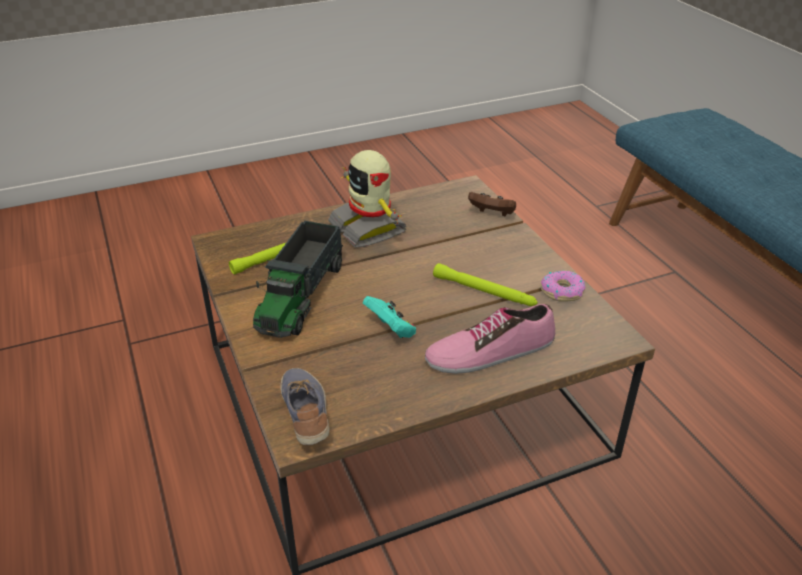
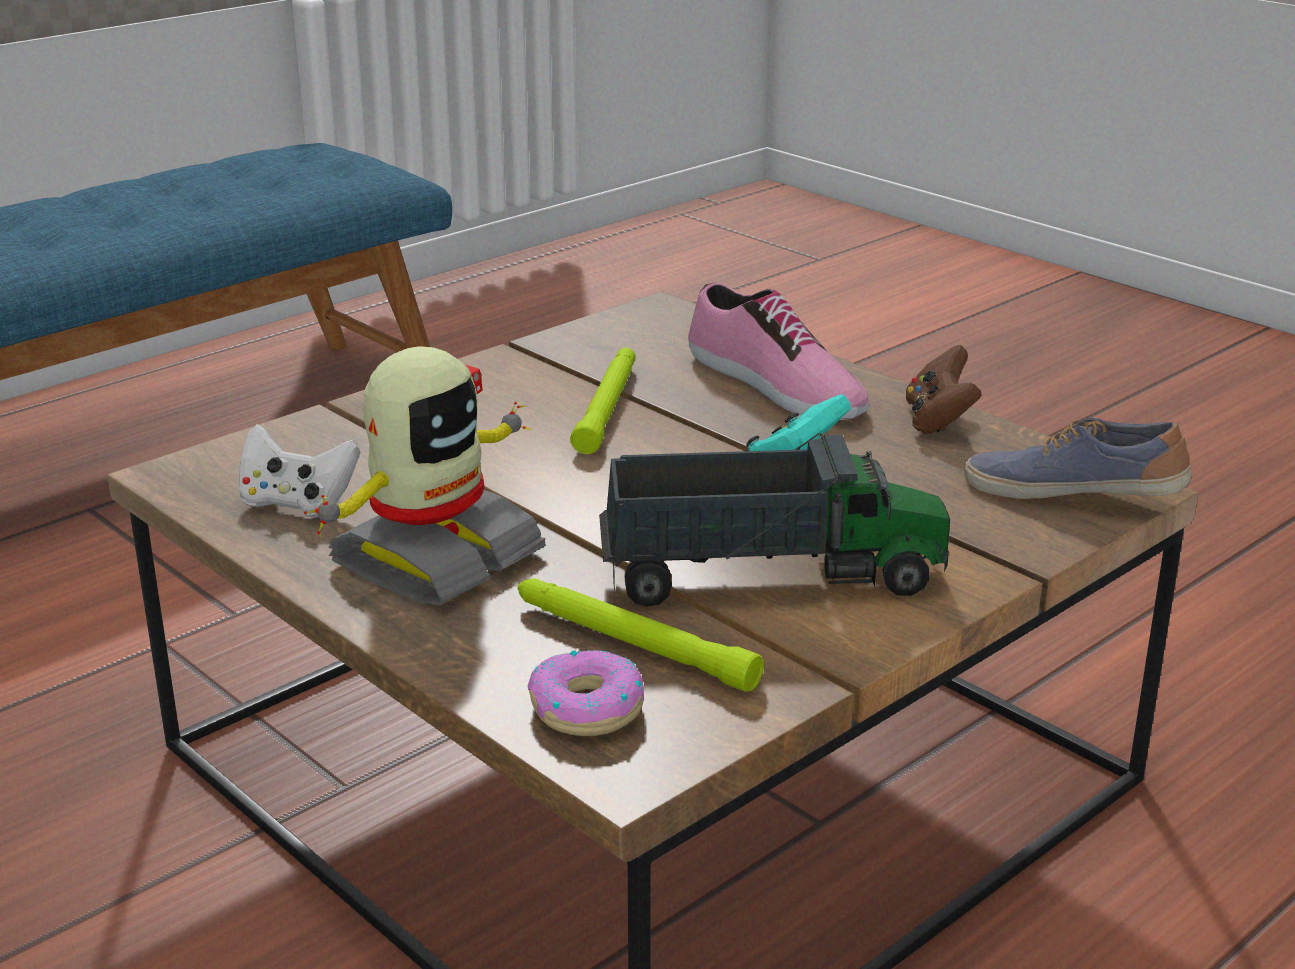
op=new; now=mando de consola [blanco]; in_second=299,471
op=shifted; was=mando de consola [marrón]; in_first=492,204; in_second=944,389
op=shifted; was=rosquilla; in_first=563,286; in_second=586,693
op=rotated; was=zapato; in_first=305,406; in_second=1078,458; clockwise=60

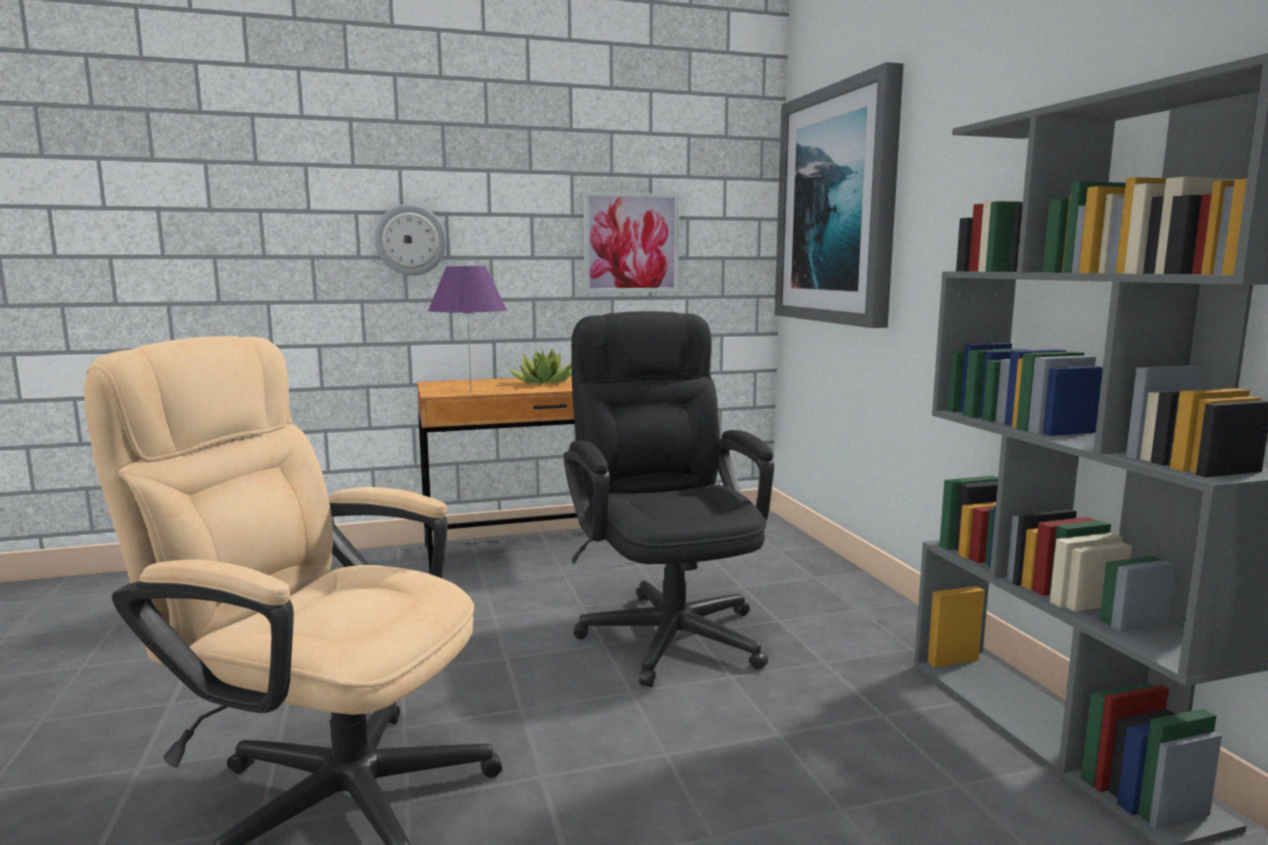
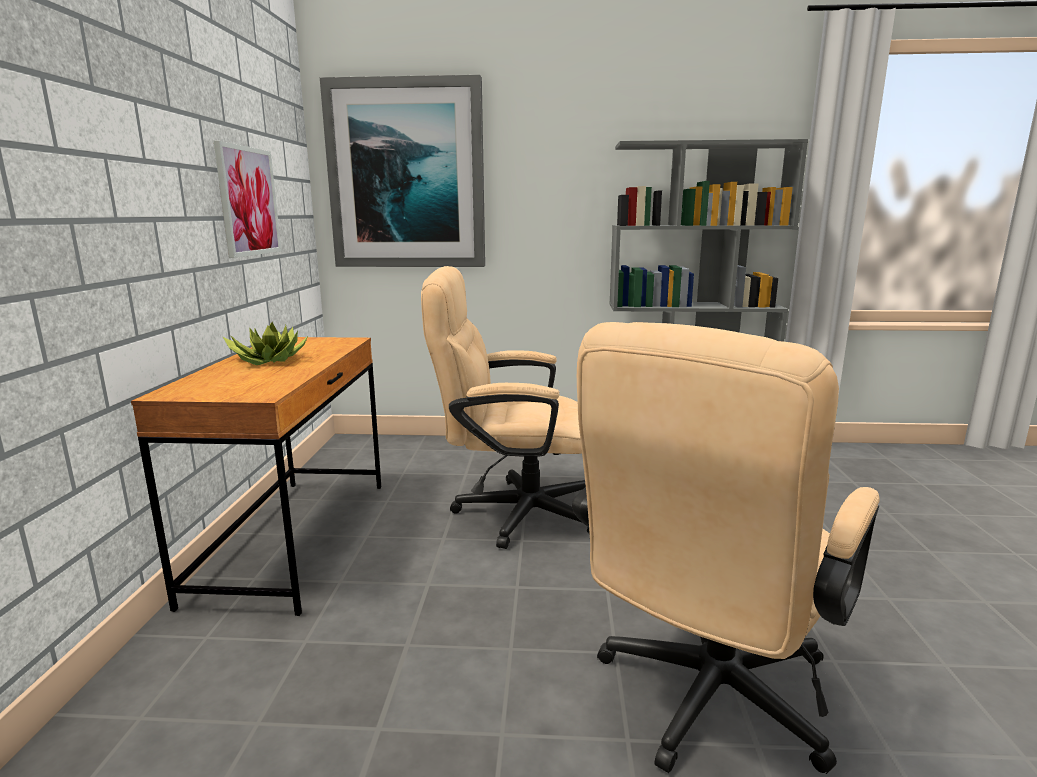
op=gone; was=reloj de pared; in_first=410,240
op=gone; was=lámpara de mesa [morado]; in_first=467,328
op=repainted; was=silla de oficina [negro]; now=silla de oficina [beis]; in_first=668,499; in_second=505,407

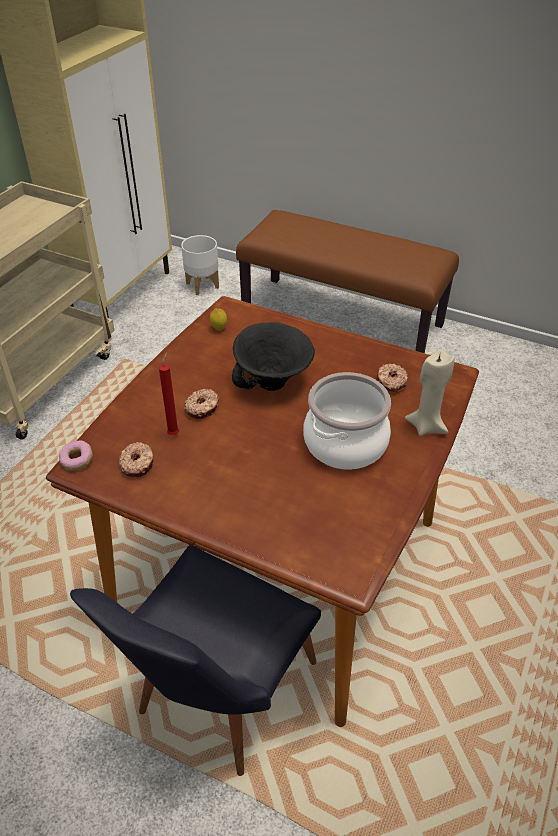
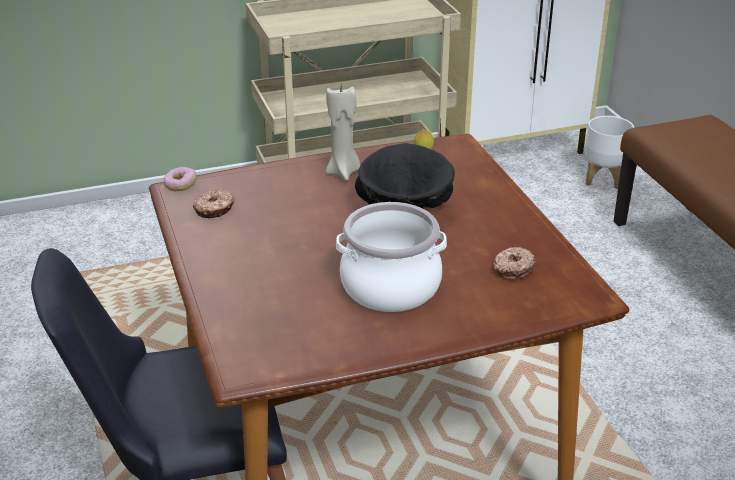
op=gone; was=vela [rojo]; in_first=169,393
op=gone; was=rosquilla; in_first=202,404
op=shifted; was=vela [beis]; in_first=430,392; in_second=343,133

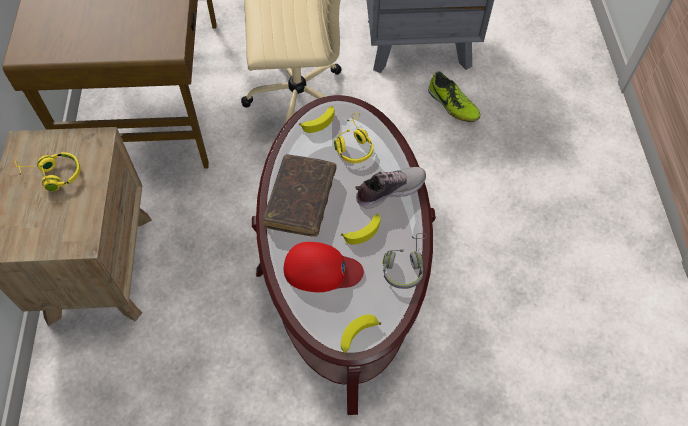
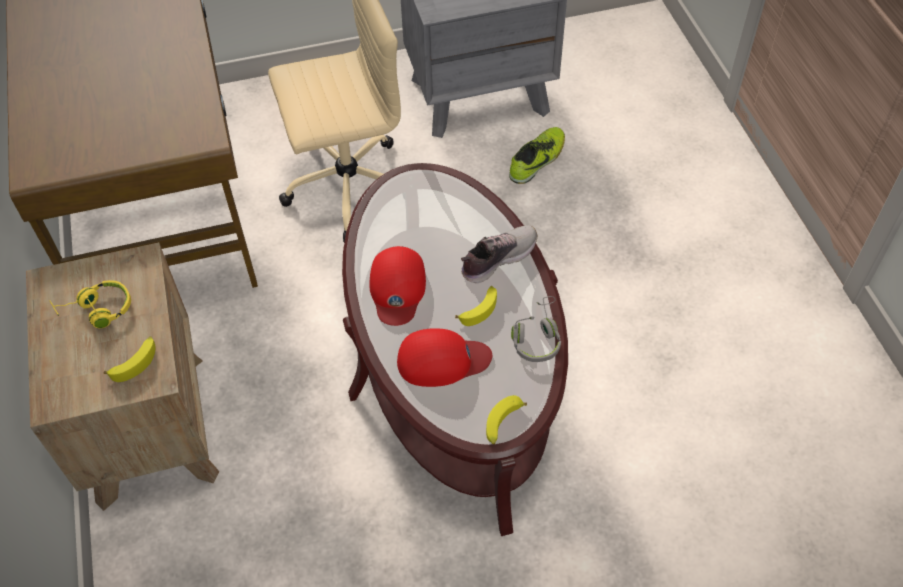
op=gone; was=auriculares [amarillo]; in_first=353,138
op=shifted; was=plátano; in_first=317,119; in_second=130,359
op=swapped; was=libro [marrón]; now=gorra [rojo]; in_first=299,195; in_second=397,286
op=rotated; was=zapato; in_first=454,96; in_second=537,155; clockwise=-90

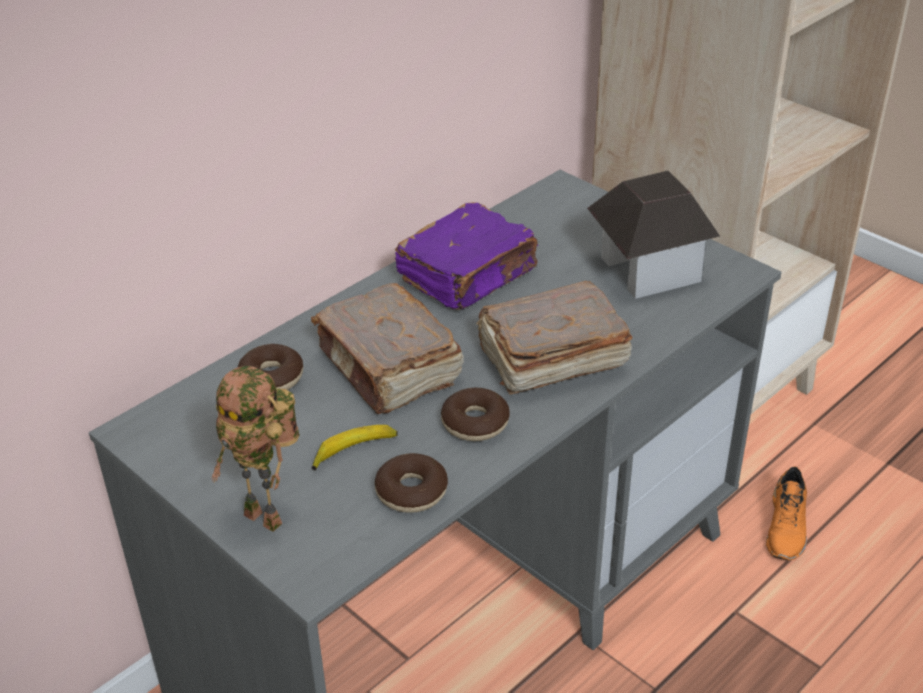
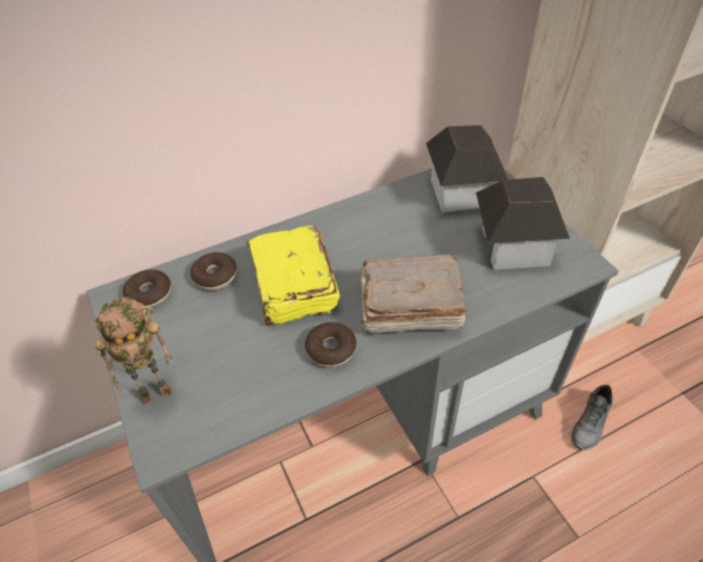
op=gone; was=plátano; in_first=355,447
op=gone; was=libro [morado]; in_first=466,256
op=new; now=casita; in_second=467,169
op=shifted; was=rosquilla; in_first=411,483; in_second=147,288
op=repainted; was=libro [marrón]; now=libro [amarillo]; in_first=387,348; in_second=293,275
op=repainted; was=zapato [naranja]; now=zapato [gris]; in_first=786,513; in_second=591,417
op=rotated; was=robot de juguete; in_first=255,449; in_second=134,350; clockwise=-75

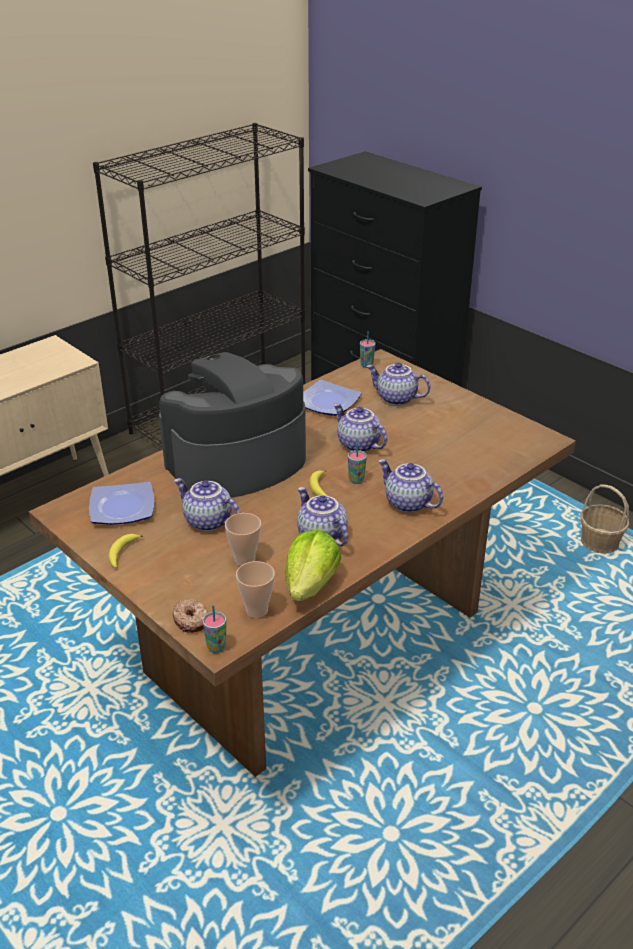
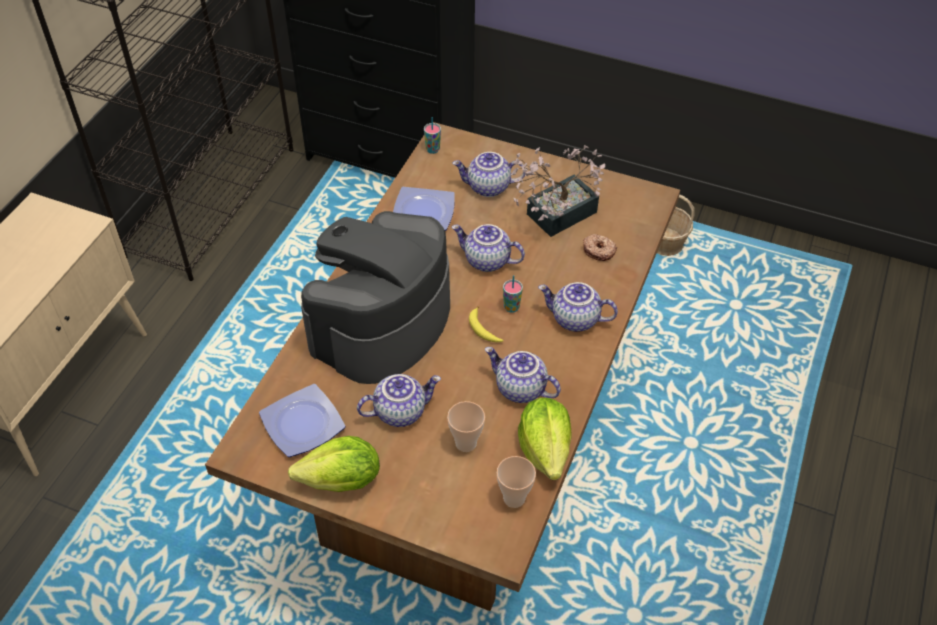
op=gone; was=taza; in_first=214,629
op=new; now=planta en maceta; in_second=557,191
op=shifted; was=rosquilla; in_first=190,616; in_second=600,247
op=swapped; was=plátano; now=lechuga; in_first=126,551; in_second=334,464
op=rotated; was=tetera; in_first=207,504; in_second=399,400; clockwise=150

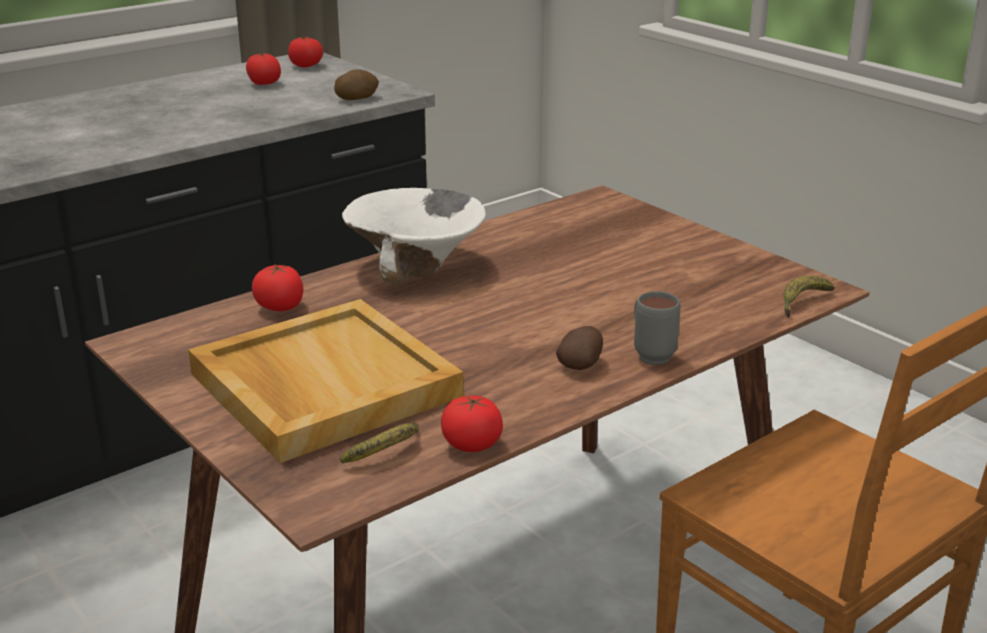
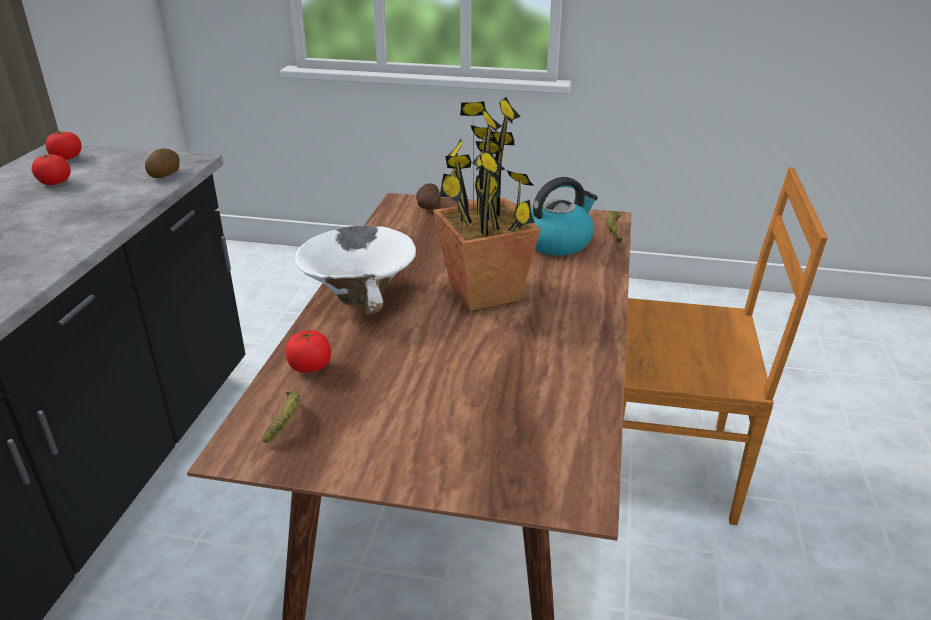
op=gone; was=bandeja [beis]; in_first=325,381
op=gone; was=tomate; in_first=472,424
op=gone; was=taza grande [gris]; in_first=657,328
op=new; now=planta en maceta; in_second=487,204
op=new; now=hervidor; in_second=564,216
op=shifted; was=plátano; in_first=379,442; in_second=281,417
op=shifted; was=patata; in_first=579,348; in_second=428,196

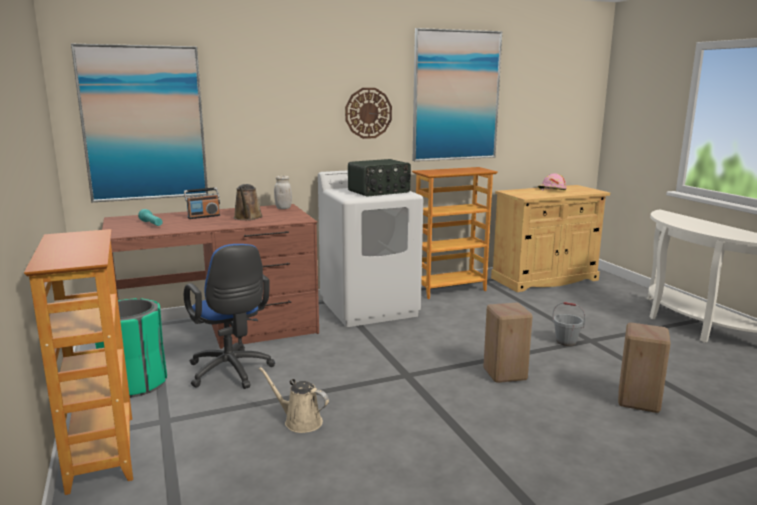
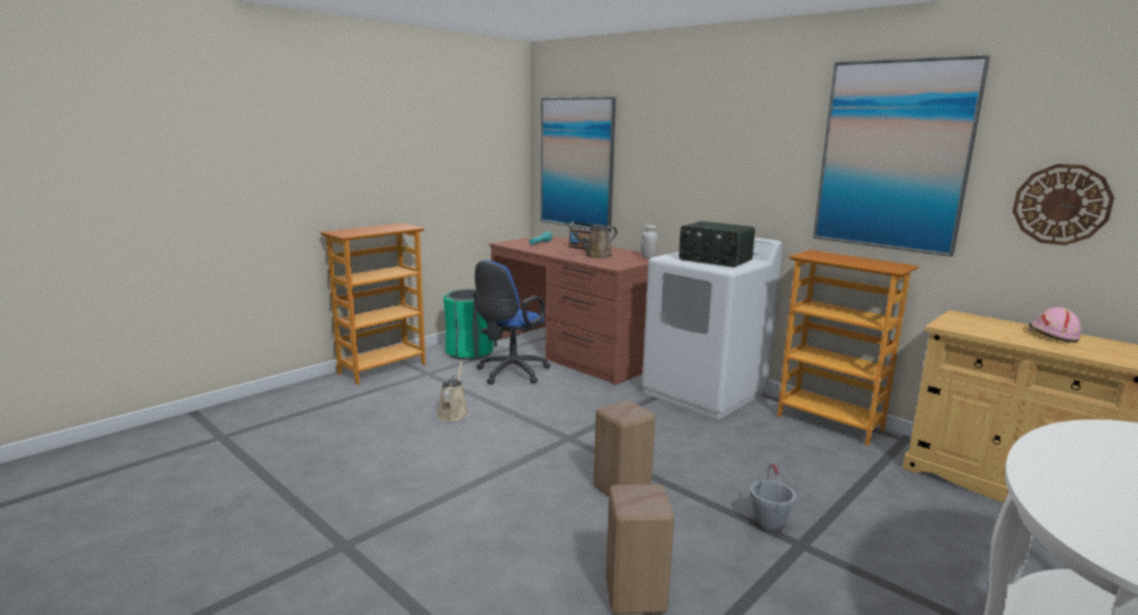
op=shifted; was=reloj de pared; in_first=368,113; in_second=1063,204

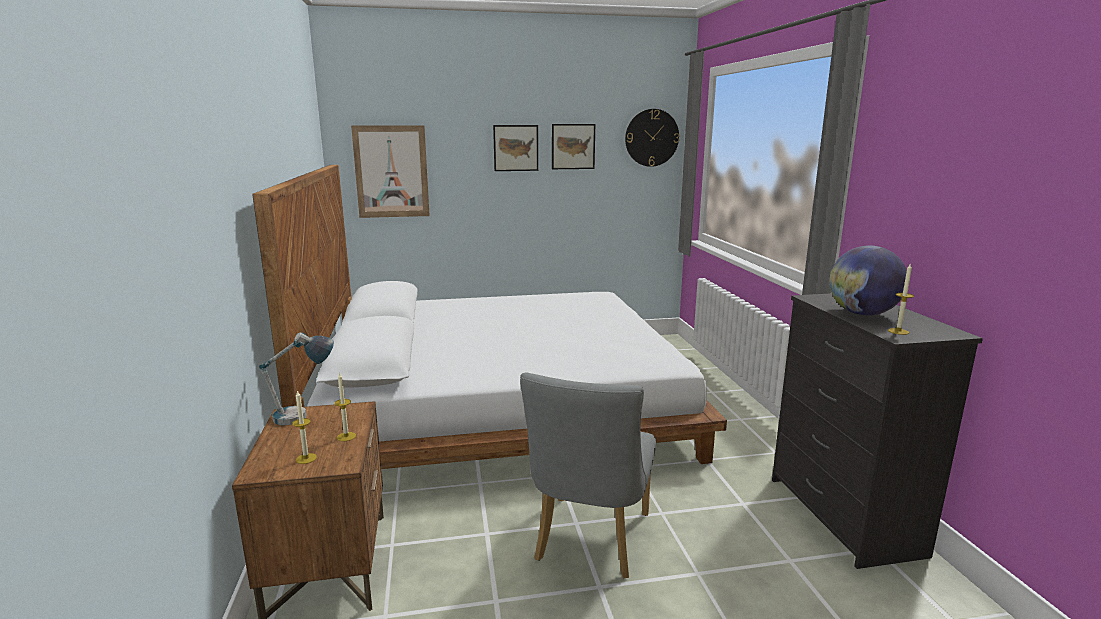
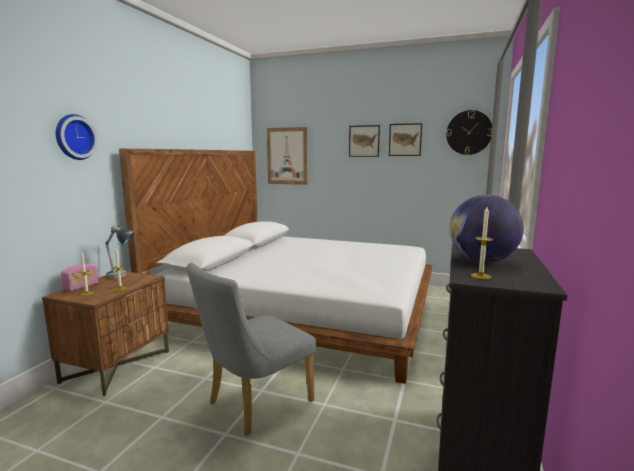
op=new; now=reloj de pared; in_second=77,137
op=new; now=radio; in_second=79,277

